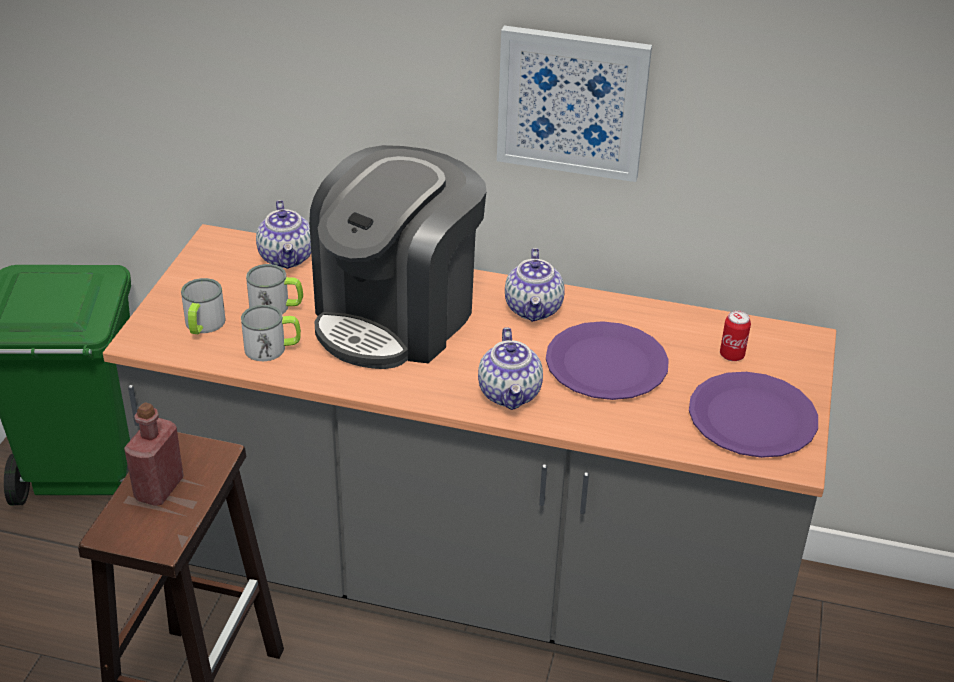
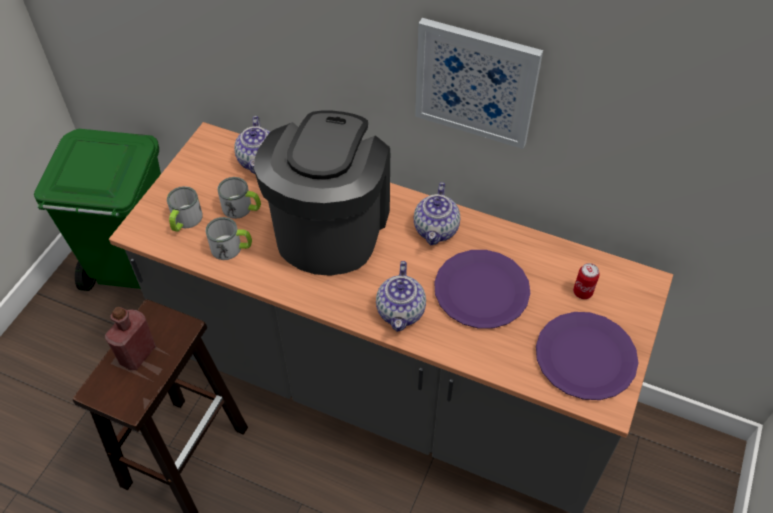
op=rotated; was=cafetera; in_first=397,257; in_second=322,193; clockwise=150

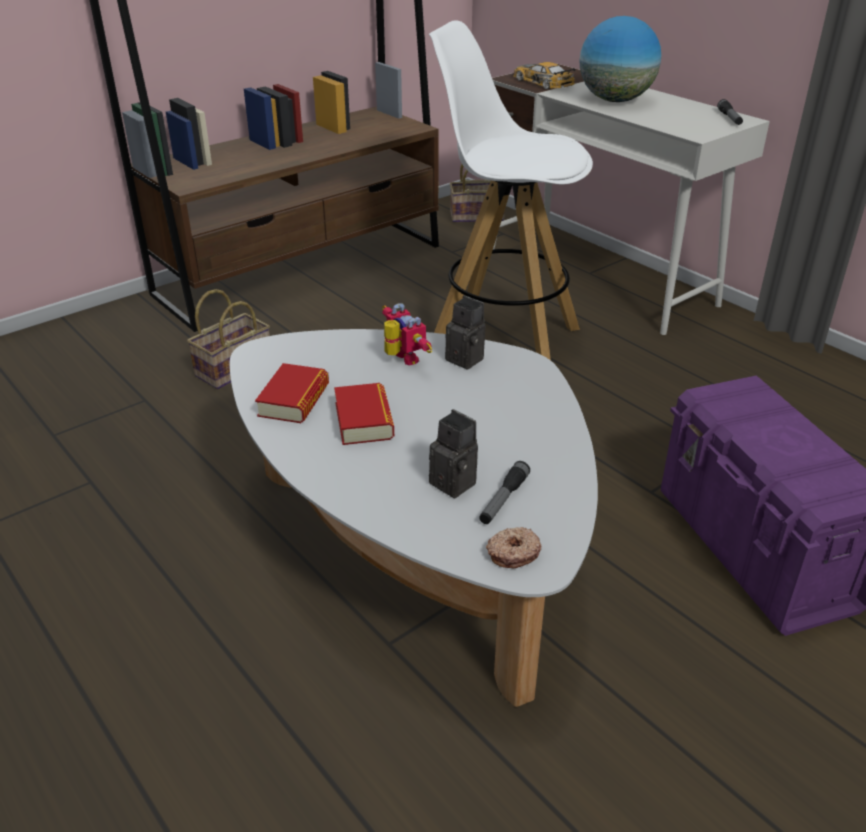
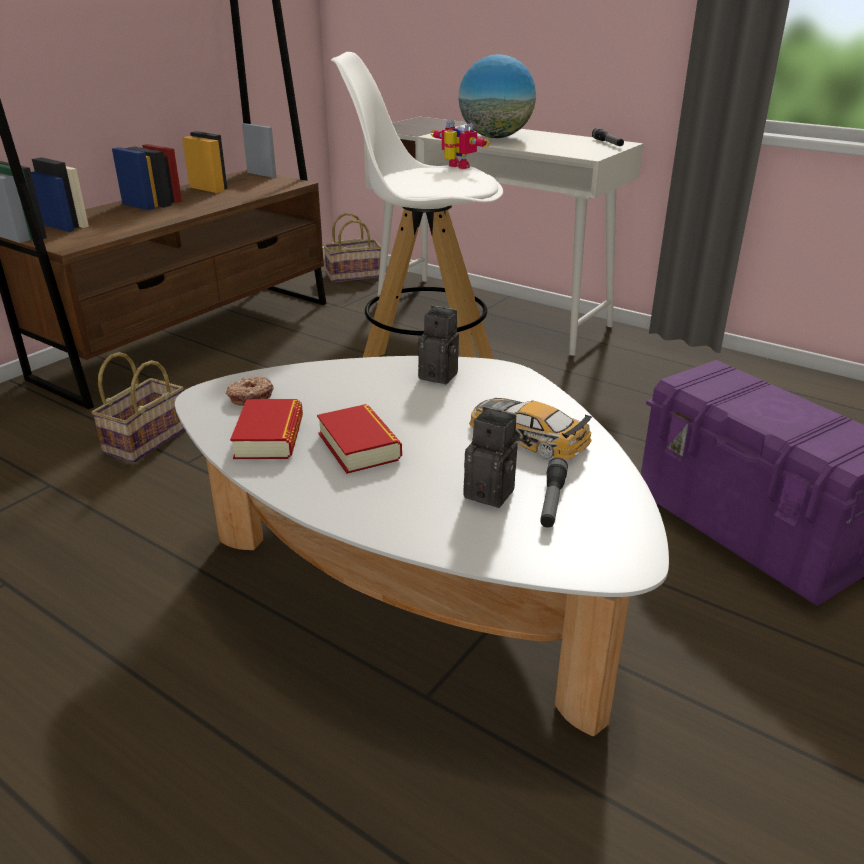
op=shifted; was=robot de juguete; in_first=407,335; in_second=460,144
op=shifted; was=rosquilla; in_first=513,547; in_second=250,391
op=shifted; was=coche de juguete; in_first=544,75; in_second=530,429

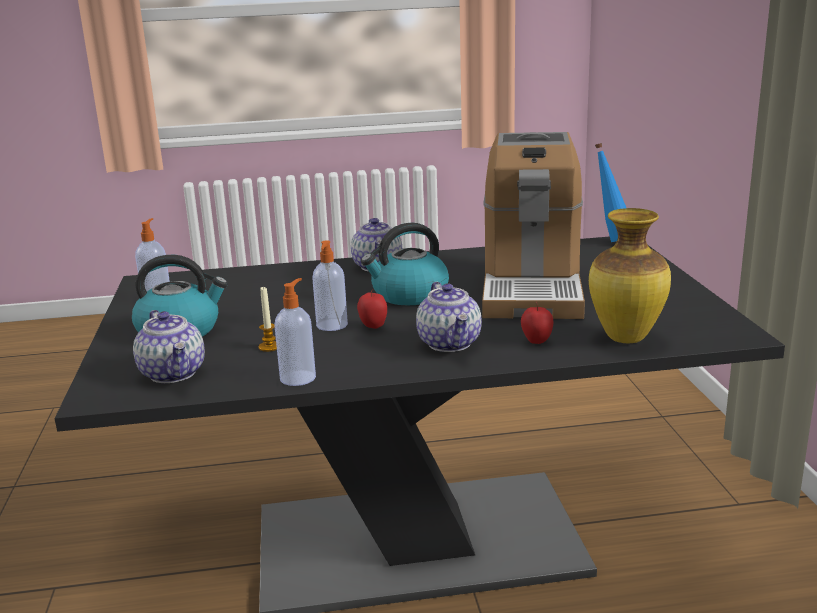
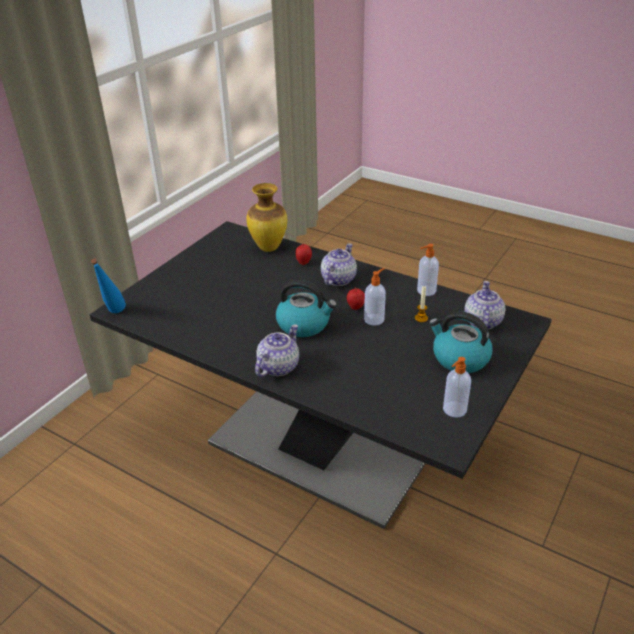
op=gone; was=cafetera; in_first=533,225

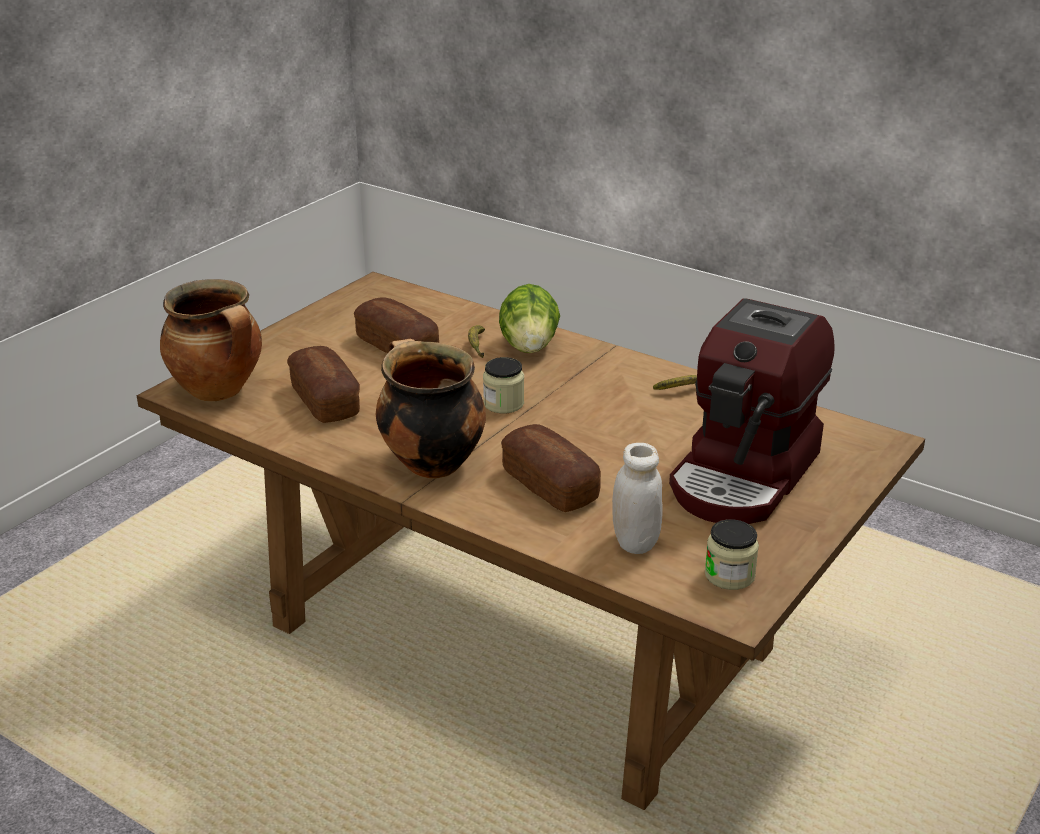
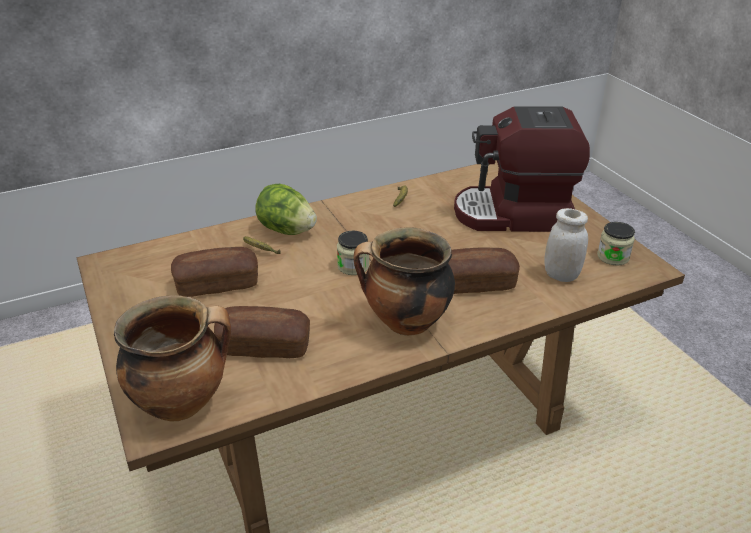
op=rotated; was=cafetera; in_first=752,411; in_second=522,169; clockwise=120

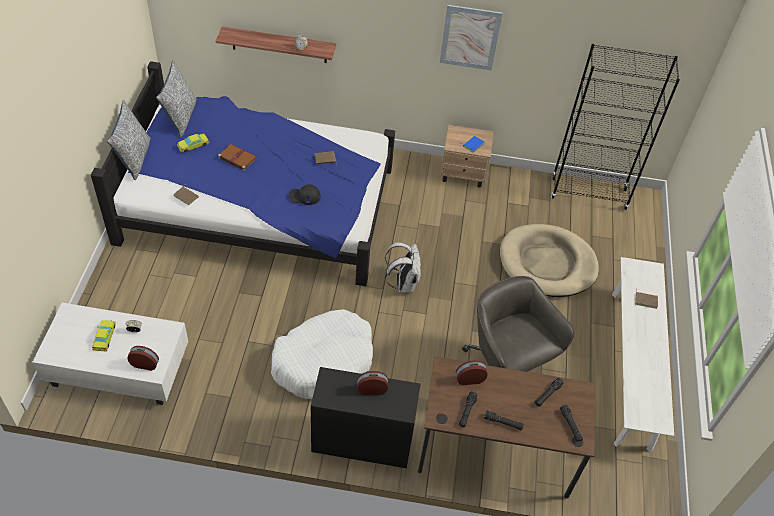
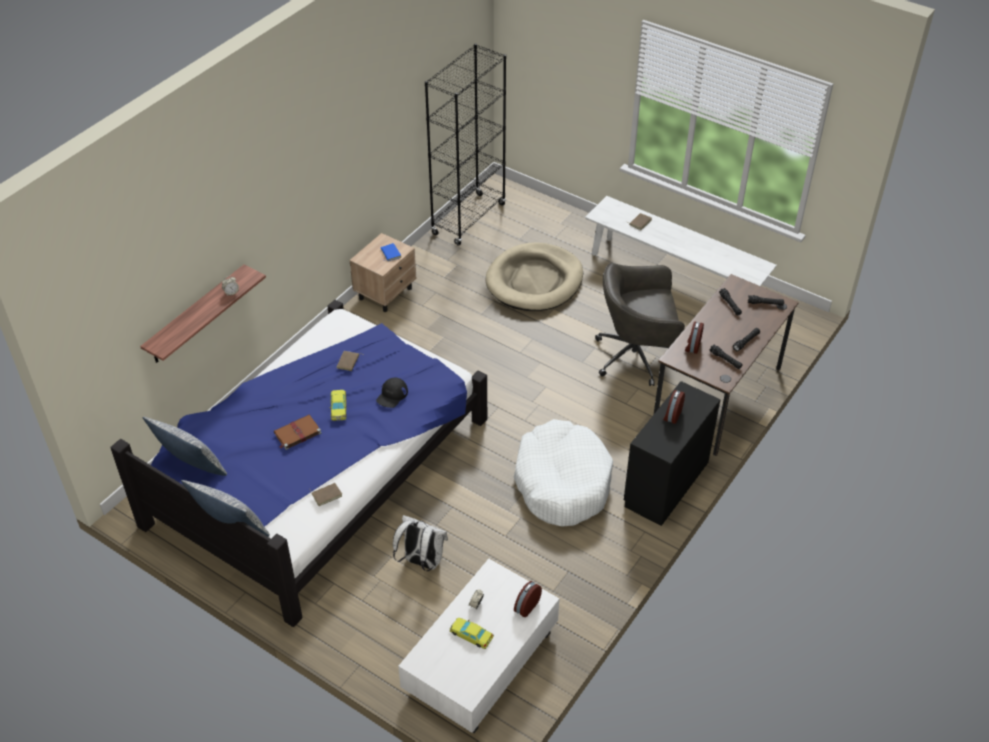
op=gone; was=cuadro; in_first=471,37
op=shifted; was=coche de juguete [amarillo]; in_first=193,143; in_second=338,405
op=shifted; was=mochila [blanco]; in_first=403,267; in_second=420,543

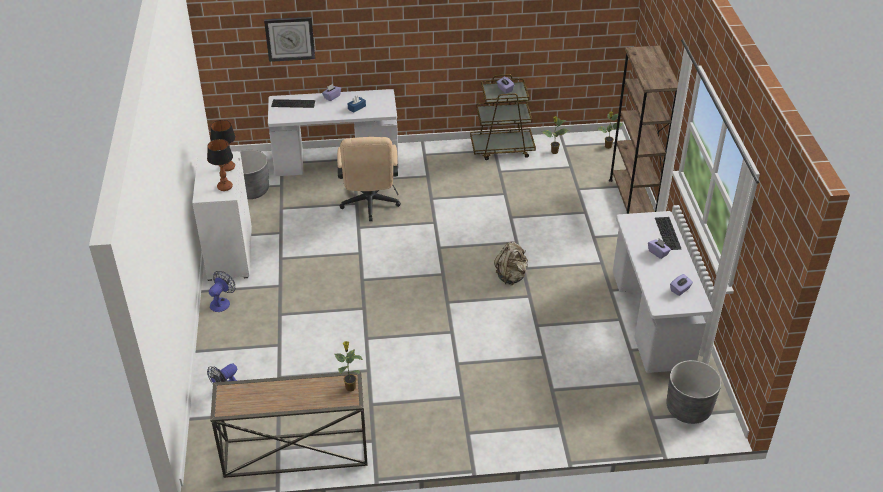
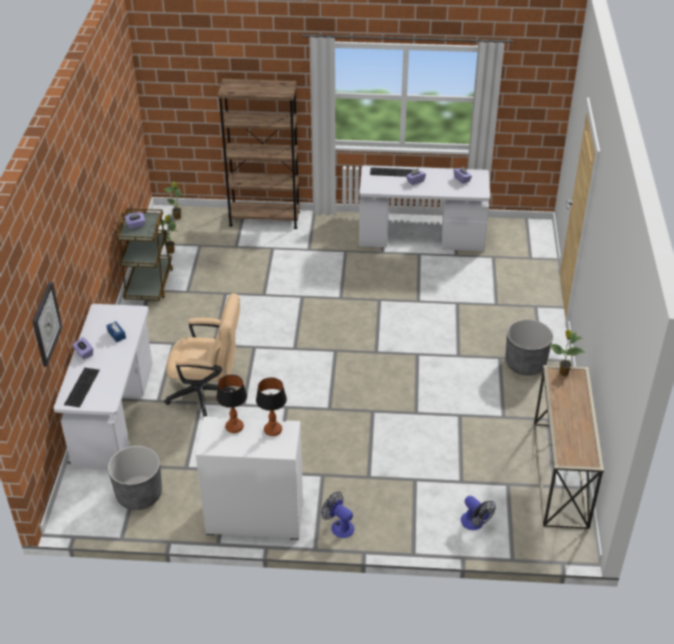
op=gone; was=mochila [beis]; in_first=511,263
op=shifted; was=maceta [gris]; in_first=693,392; in_second=529,347

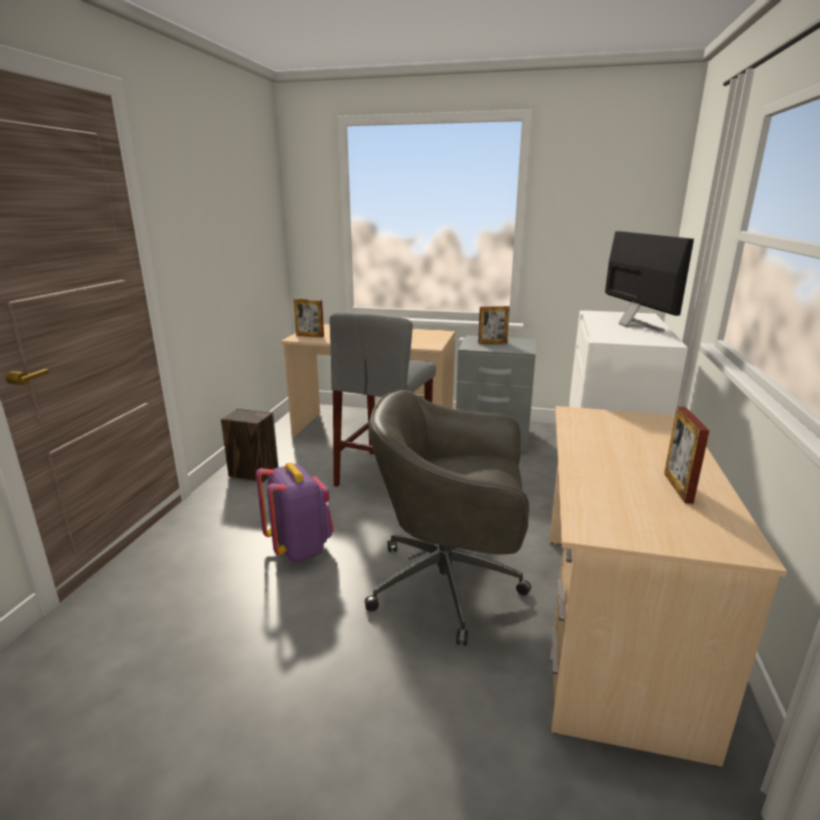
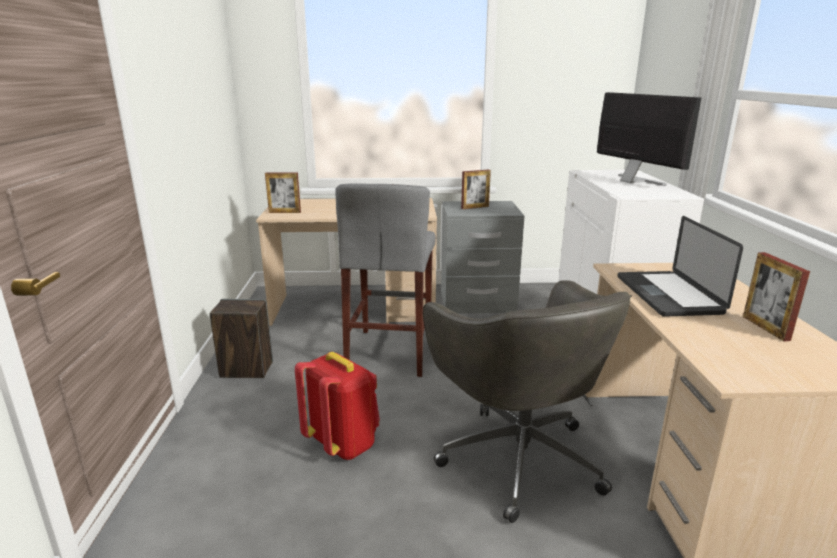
op=new; now=portátil; in_second=680,266
op=repainted; was=mochila [morado]; now=mochila [rojo]; in_first=295,512; in_second=337,406
op=rotated; was=silla de oficina [gris]; in_first=448,518; in_second=527,401; clockwise=-105

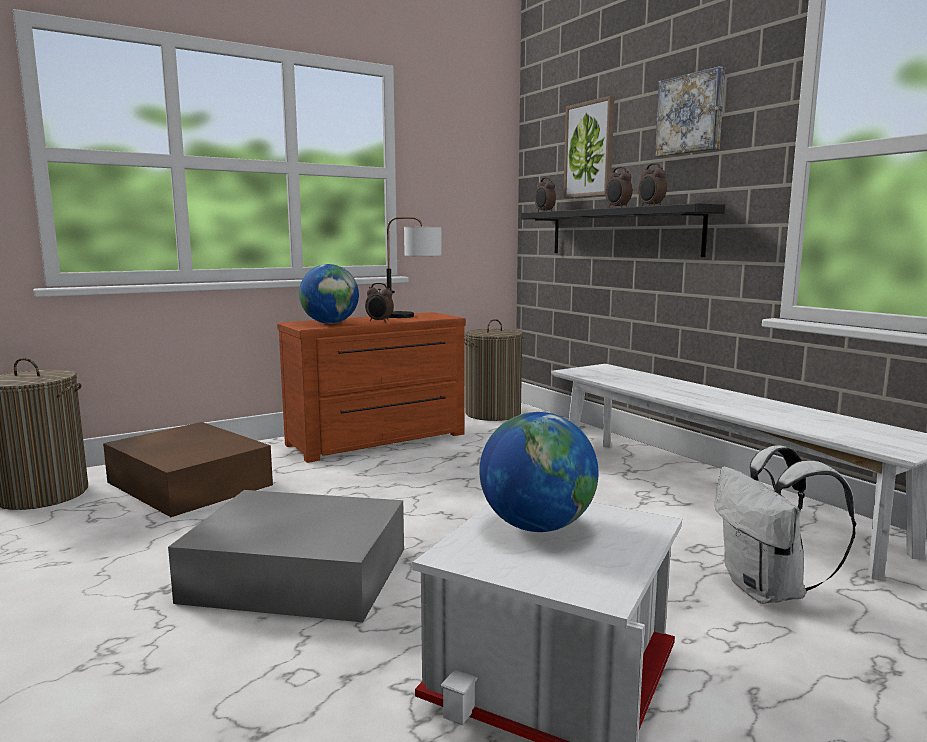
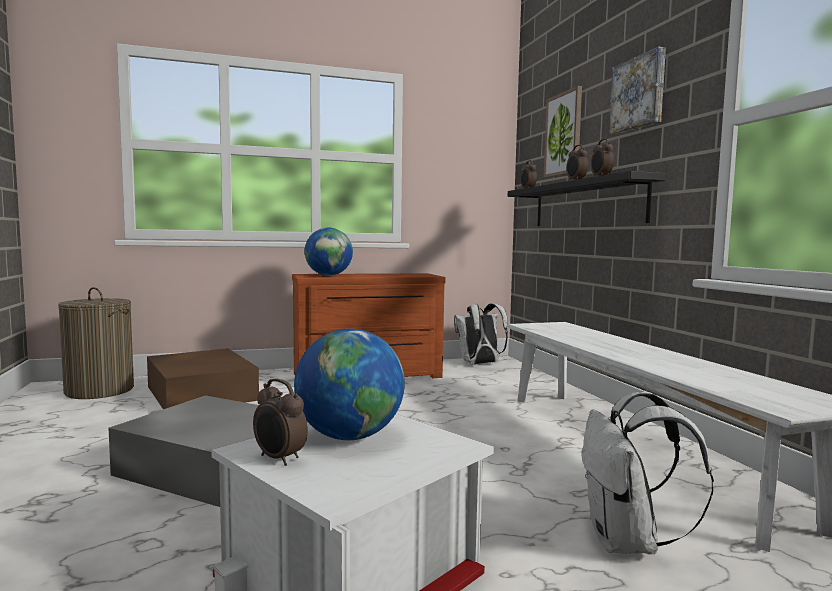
op=gone; was=lámpara de mesa; in_first=414,267
op=shifted; was=despertador; in_first=379,302; in_second=280,422
op=swapped; was=cesto de la ropa; now=mochila [blanco]; in_first=494,370; in_second=481,334

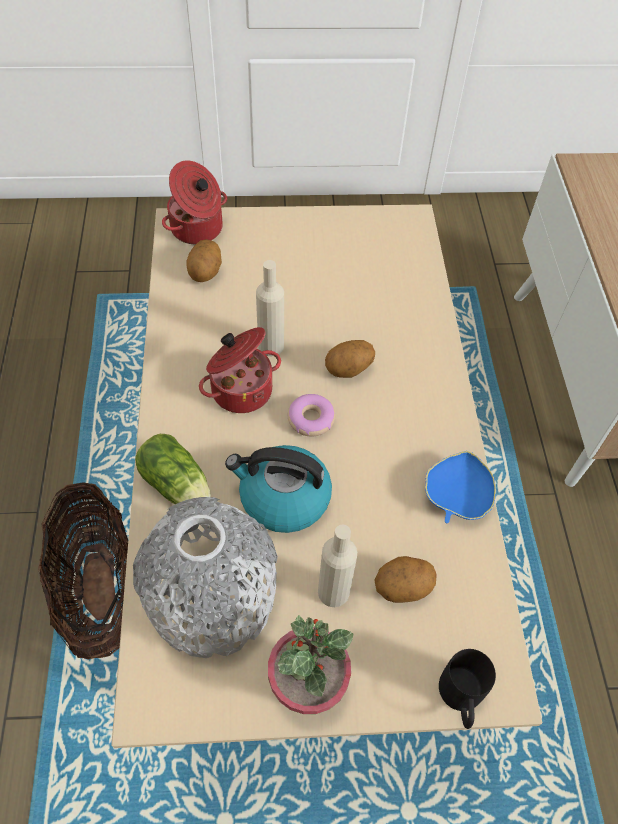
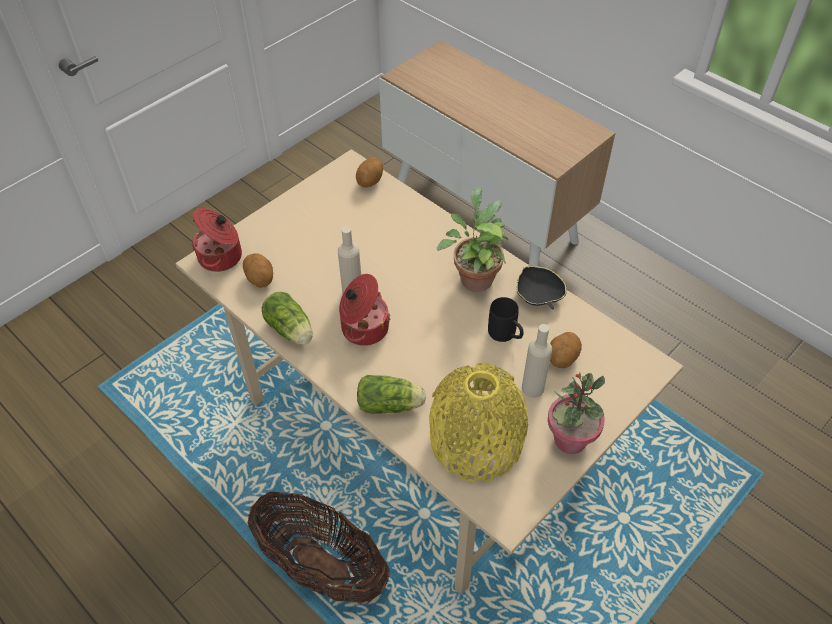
op=gone; was=hervidor; in_first=278,489
op=gone; was=rosquilla; in_first=311,415
op=new; now=lechuga; in_second=287,318
op=new; now=planta en maceta; in_second=472,239
op=shifted; was=patata; in_first=350,359; in_second=369,172
op=shifted; was=taza grande [negro]; in_first=467,689; in_second=506,319
op=repainted; was=florero [gris]; now=florero [amarillo]; in_first=205,577; in_second=478,422
op=repainted; was=cuenco [azul]; now=cuenco [negro]; in_first=460,487; in_second=541,287

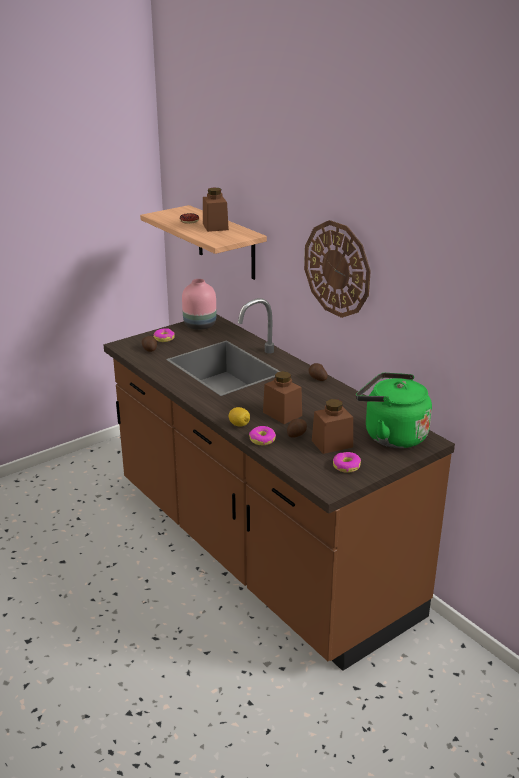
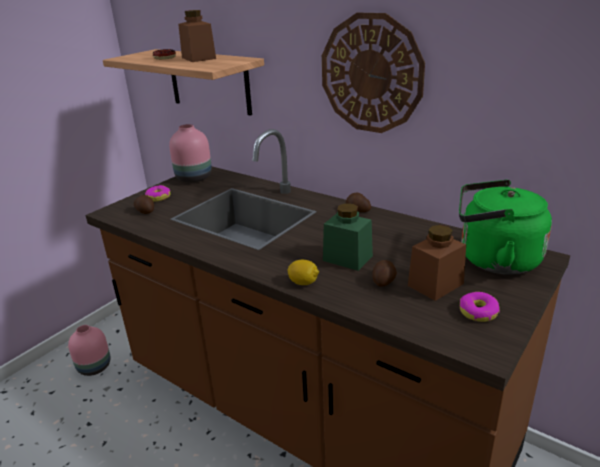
op=gone; was=rosquilla; in_first=262,435
op=new; now=florero [rosa]; in_second=89,350
op=repainted; was=tarro [marrón]; now=tarro [verde]; in_first=282,397; in_second=348,237

